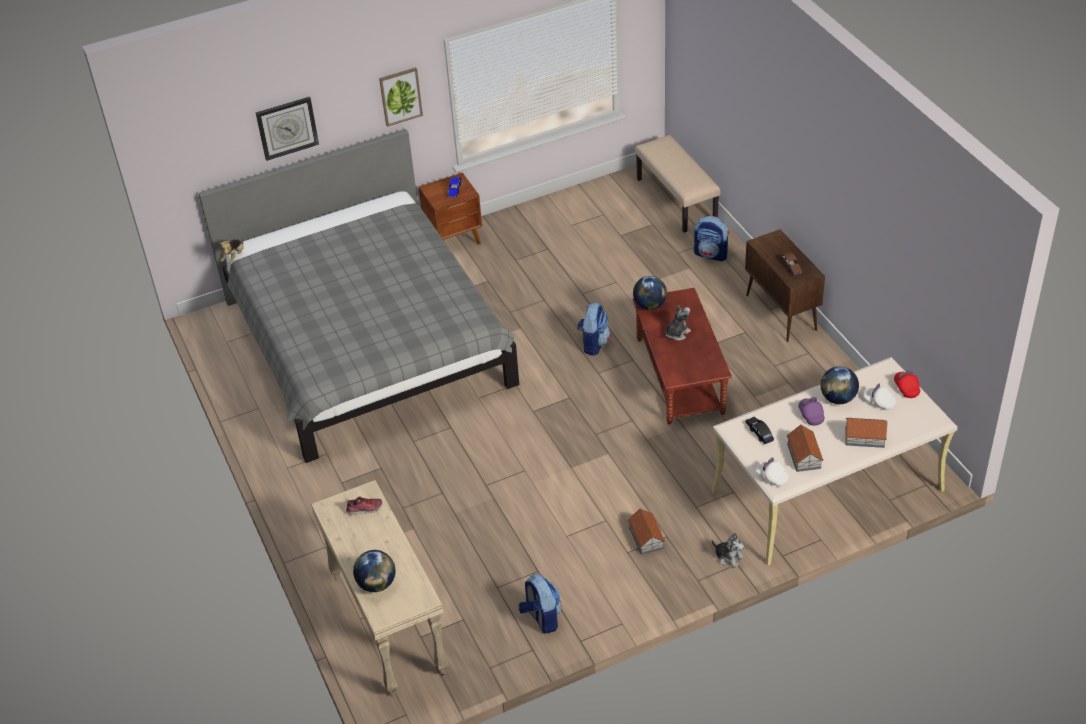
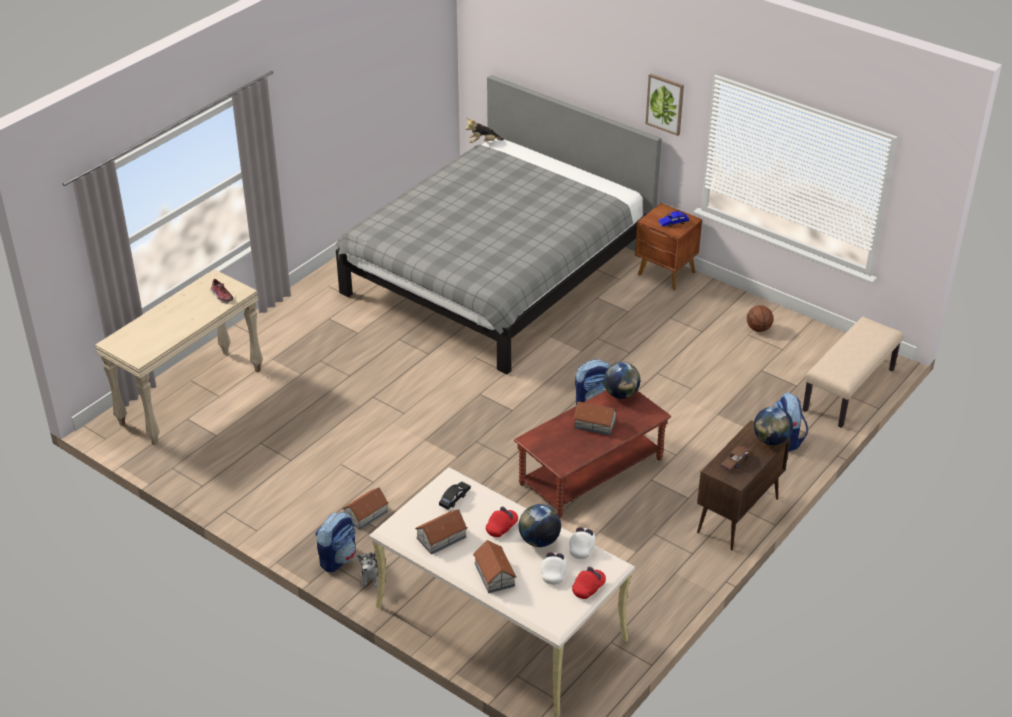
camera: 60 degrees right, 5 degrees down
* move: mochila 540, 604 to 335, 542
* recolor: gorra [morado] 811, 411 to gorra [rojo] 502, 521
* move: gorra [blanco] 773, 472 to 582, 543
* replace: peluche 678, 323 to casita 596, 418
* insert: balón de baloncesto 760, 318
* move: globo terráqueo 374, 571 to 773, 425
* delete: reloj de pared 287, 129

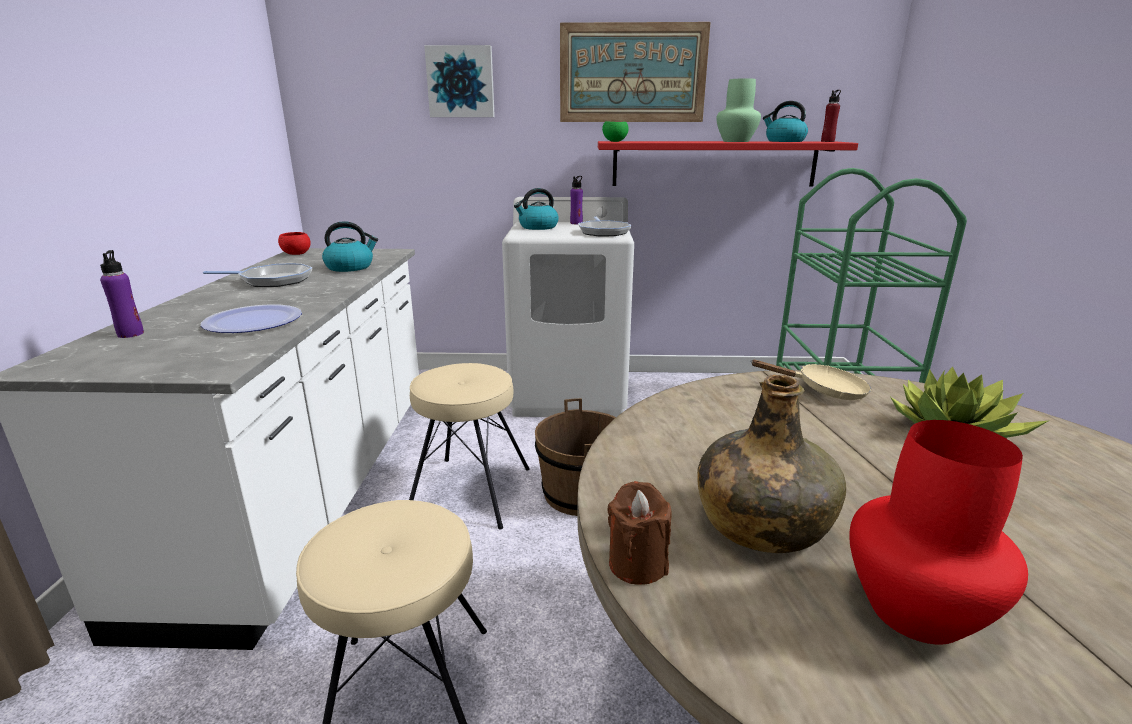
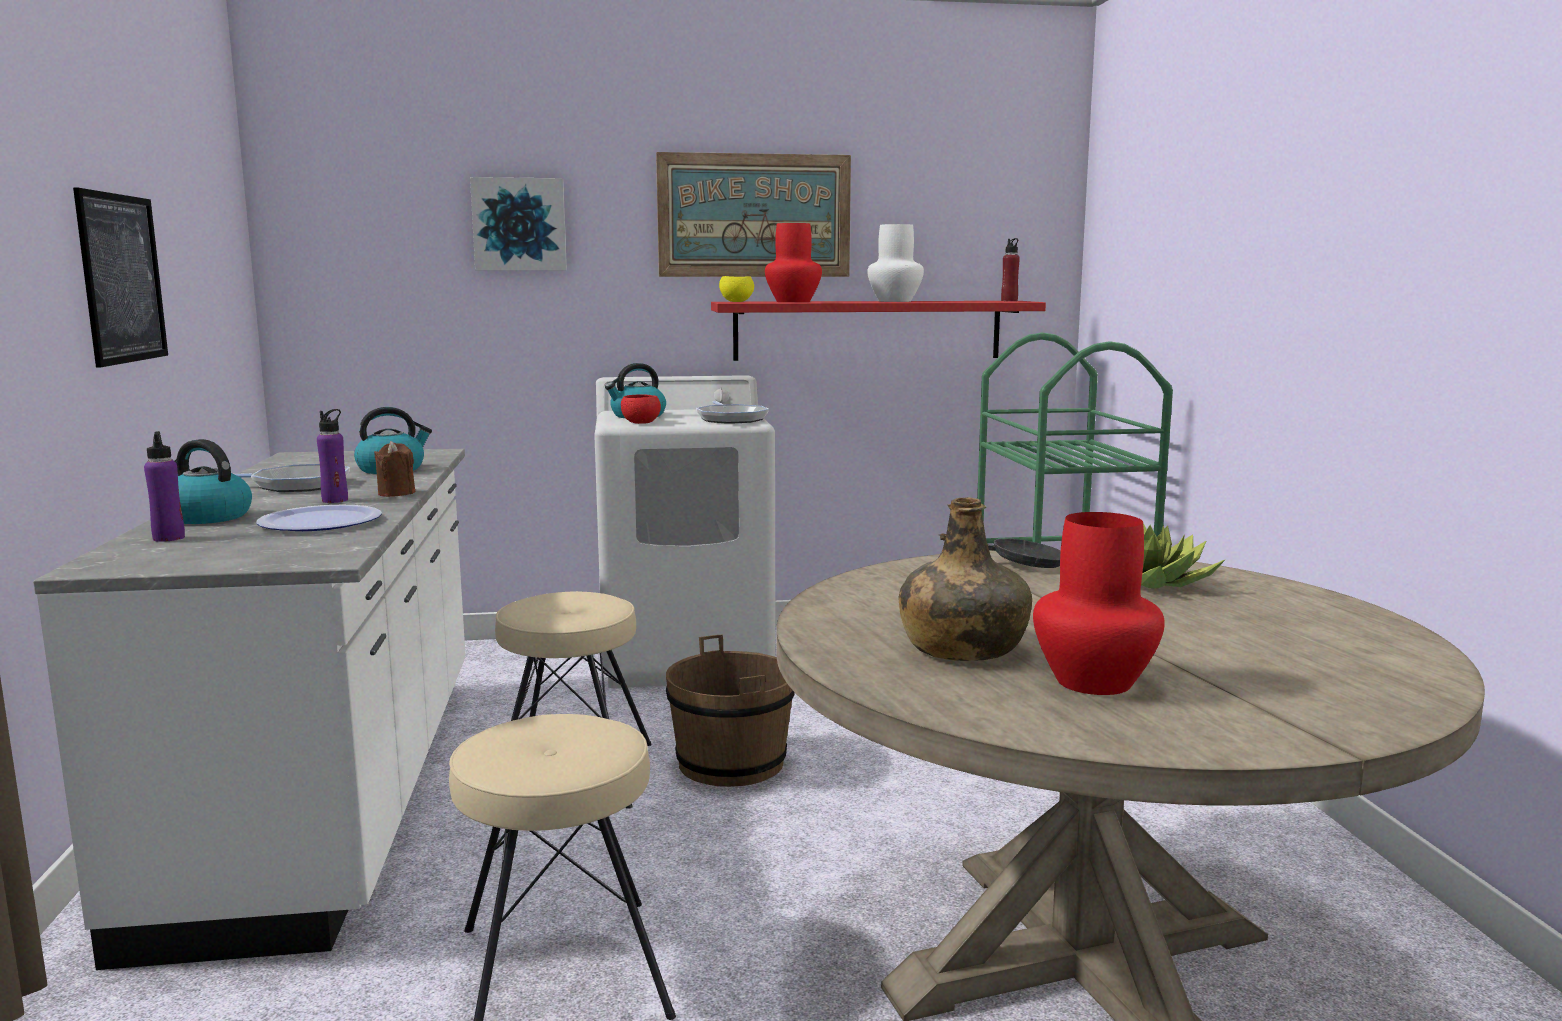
camera: 10 degrees left, 10 degrees down
* insert: cuadro 120, 277
* move: hervidor 785, 121 to 213, 481
* move: botella [morado] 576, 200 to 332, 456
* move: vela [marrón] 640, 533 to 394, 469
* move: cuenco [rojo] 294, 243 to 641, 409
* recolor: cuenco [verde] 615, 131 to cuenco [amarillo] 736, 289
* insert: florero [rojo] 793, 262
* recolor: florero [verde] 738, 110 to florero [blanco] 895, 263
* recolor: sartén [beis] 810, 380 to sartén [negro] 999, 551

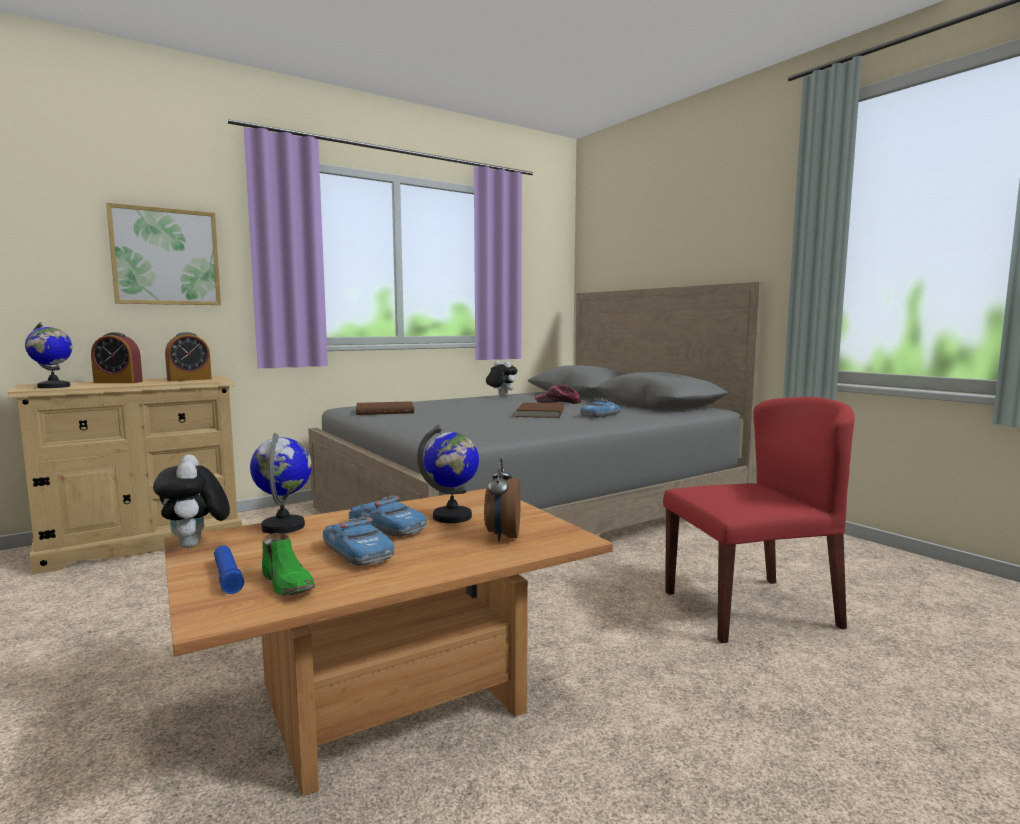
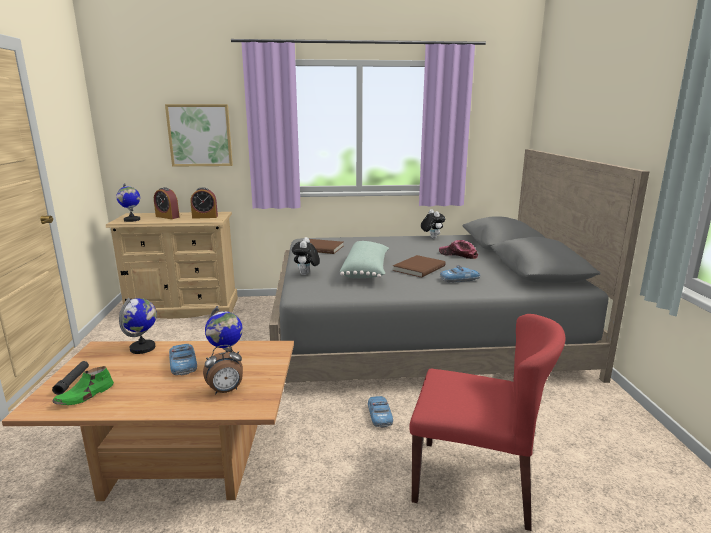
camera: 30 degrees right, 10 degrees up
* recolor: linterna [azul] 229, 570 to linterna [negro] 70, 378
* rotate: zapato [verde] 288, 564 = 83, 385 45 degrees clockwise
* rotate: despertador 502, 499 = 223, 369 150 degrees counterclockwise
* move: peluche 191, 501 to 306, 256
* insert: cojín [verde] 364, 259
* move: coche de juguete 358, 541 to 380, 412

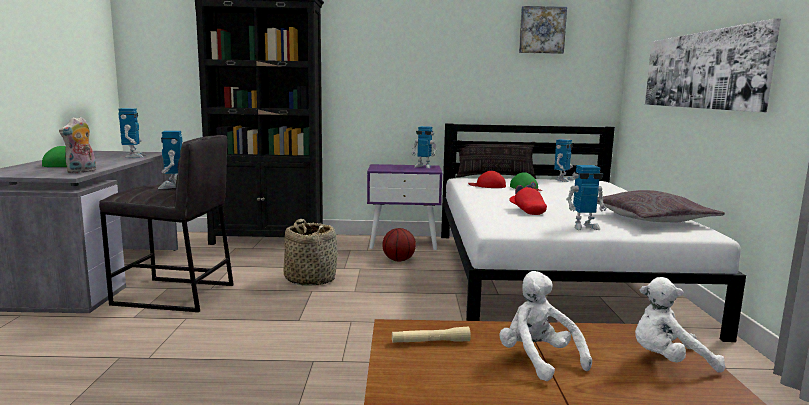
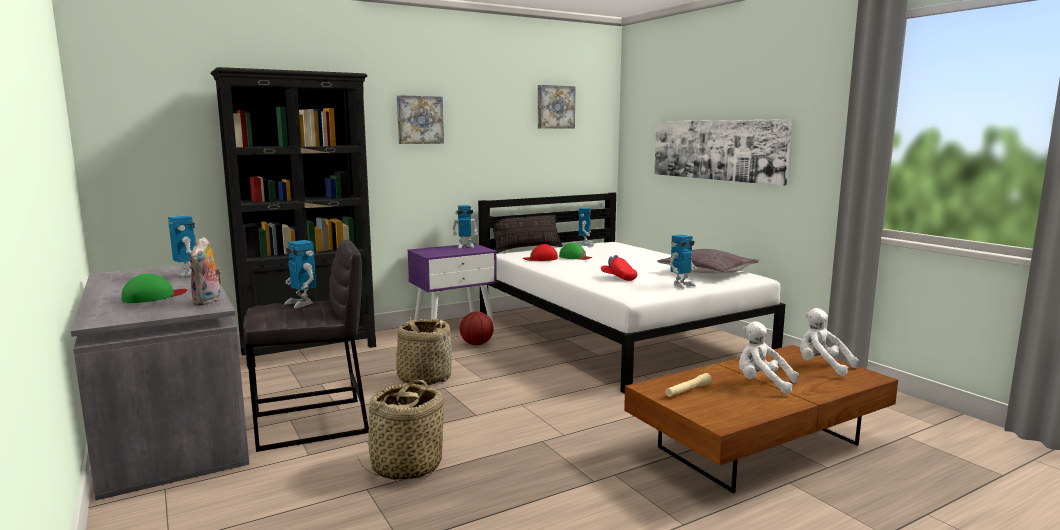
camera: 30 degrees left, 0 degrees up
* insert: cesta 400, 430
* insert: cuadro 420, 119
* rotate: peluche [blanco] 680, 325 = 829, 342 75 degrees clockwise

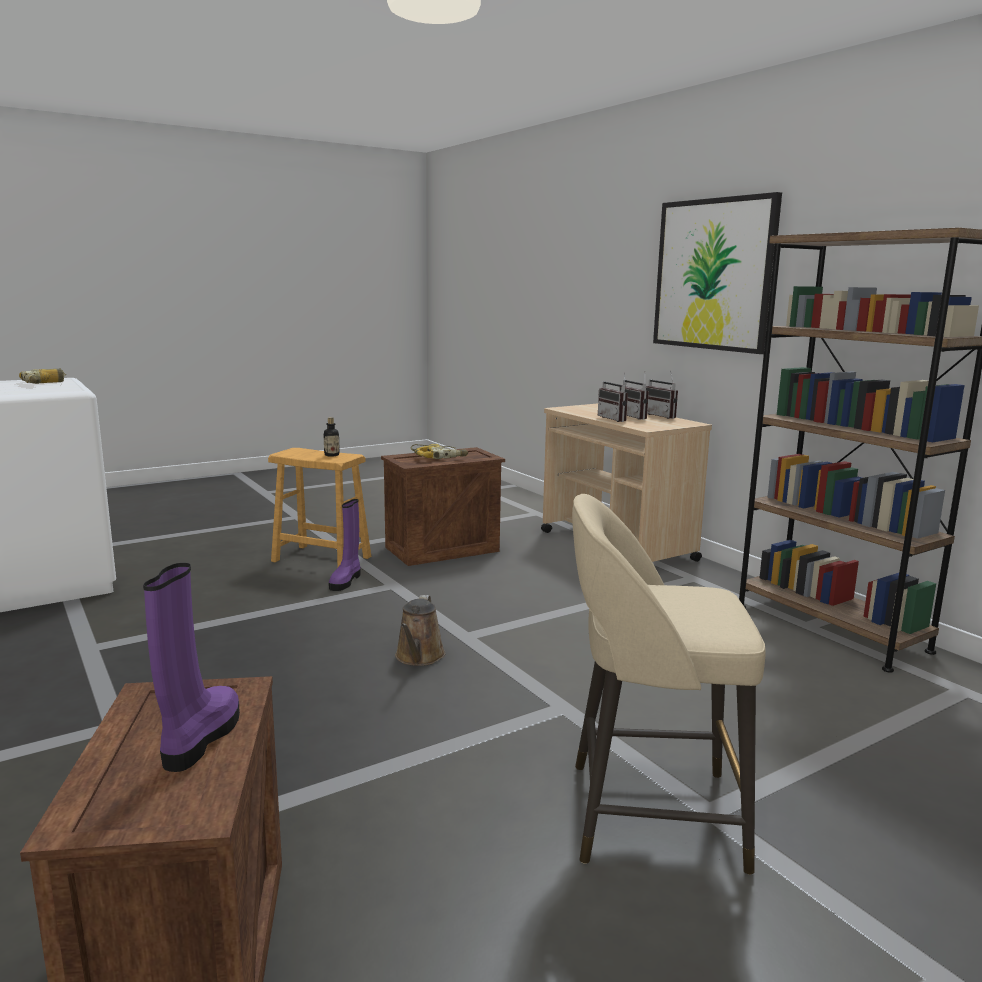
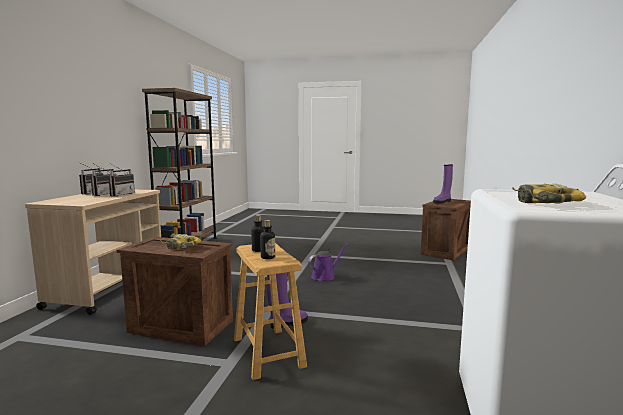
camera: 135 degrees left, 5 degrees down
* insert: botella 267, 239
* recolor: regadera [marrón] 420, 630 to regadera [morado] 328, 262
* delete: taburete [beis] 669, 684
* delete: cuadro 717, 273

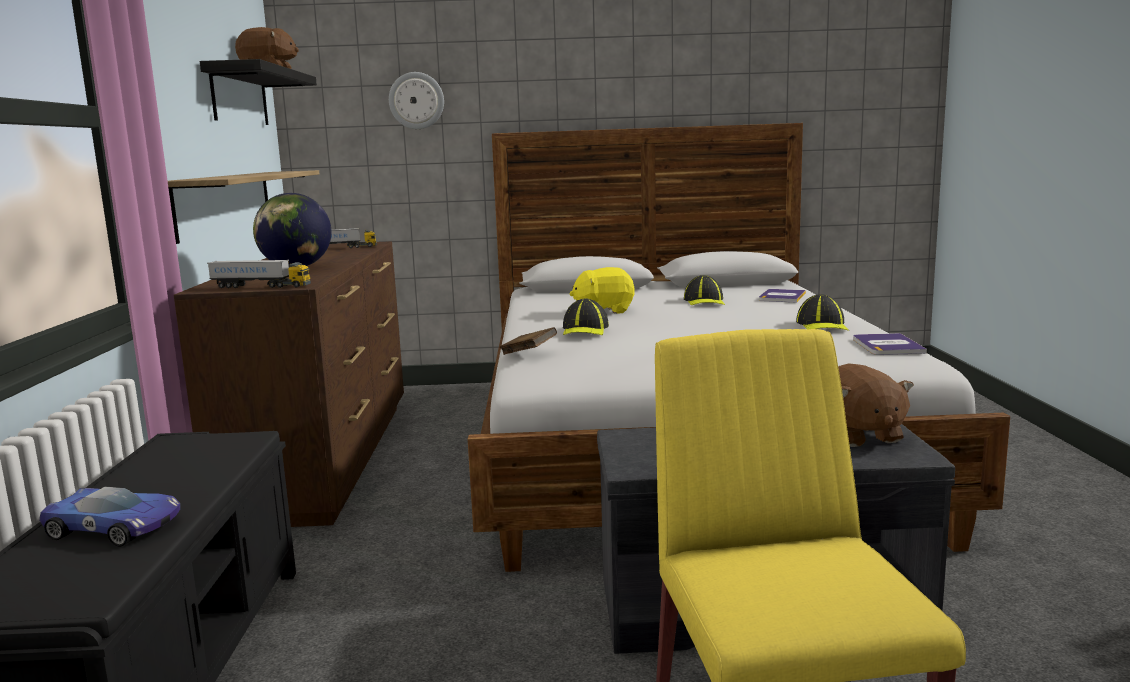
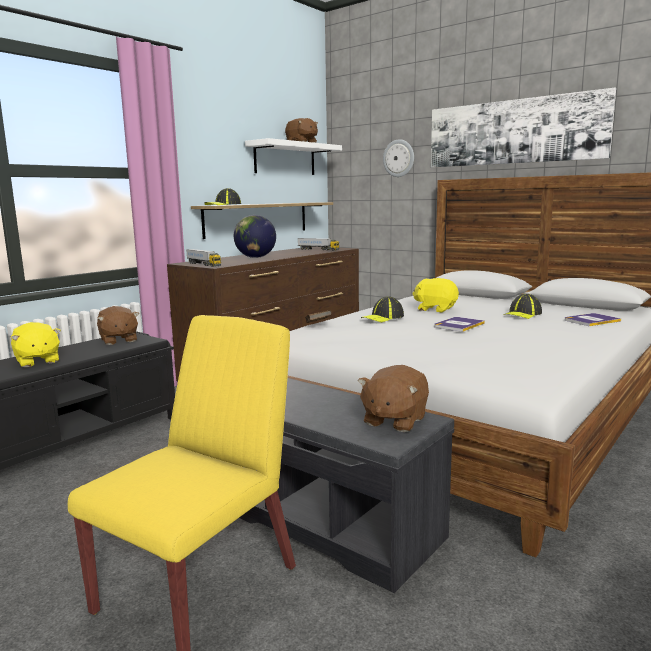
camera: 40 degrees right, 0 degrees up
* replace: coche de juguete 109, 516 to peluche [amarillo] 35, 344
* insert: peluche [marrón] 118, 325
* move: gorra 822, 312 to 222, 196
* recolor: estante [negro] 258, 92 to estante [blanco] 293, 156
* insert: cuadro 523, 128
* move: libro 890, 344 to 459, 324

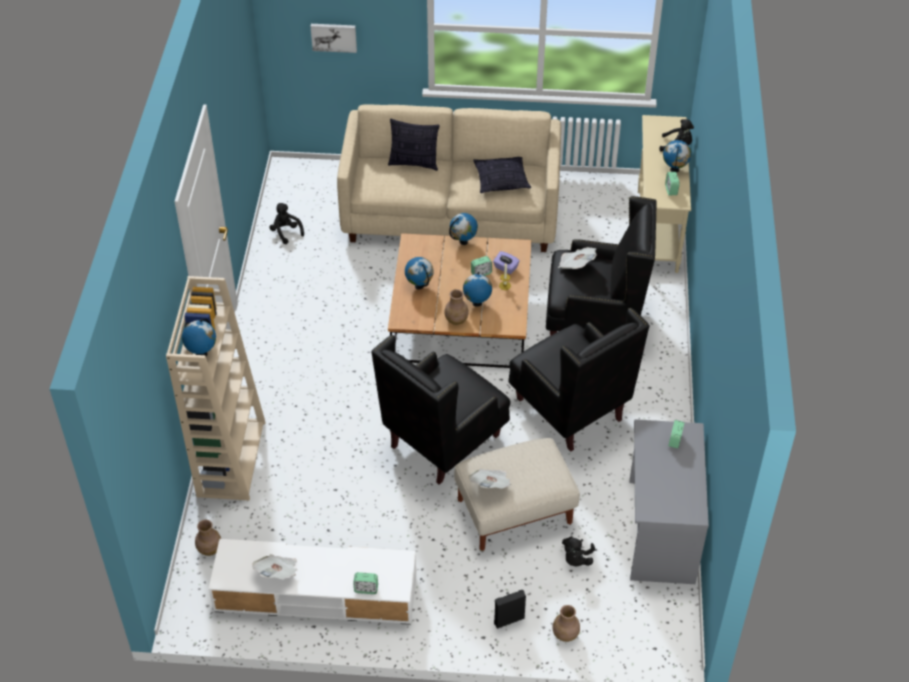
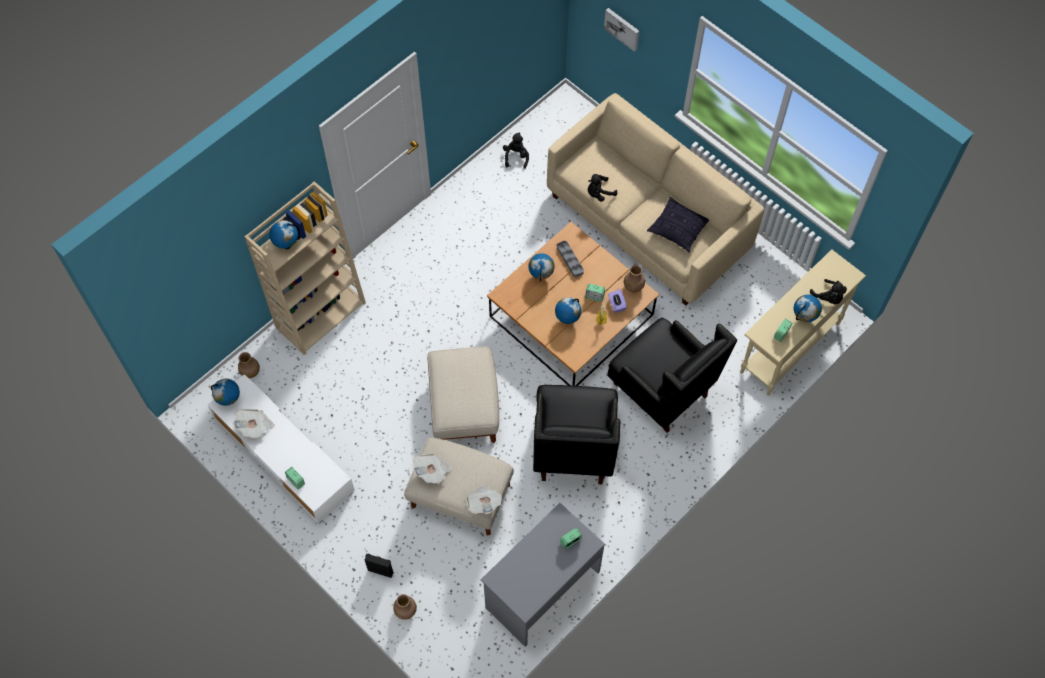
camera: 40 degrees right, 15 degrees up
* move: globo terráqueo 463, 229 to 225, 392
* replace: sillón [negro] 440, 410 to puf [beis] 463, 394
* move: periódico 577, 258 to 484, 499
* insert: bandeja [gris] 570, 259
* move: peluche [negro] 578, 551 to 602, 188
* move: florero [marrón] 456, 307 to 634, 278
* delete: cojín 414, 145

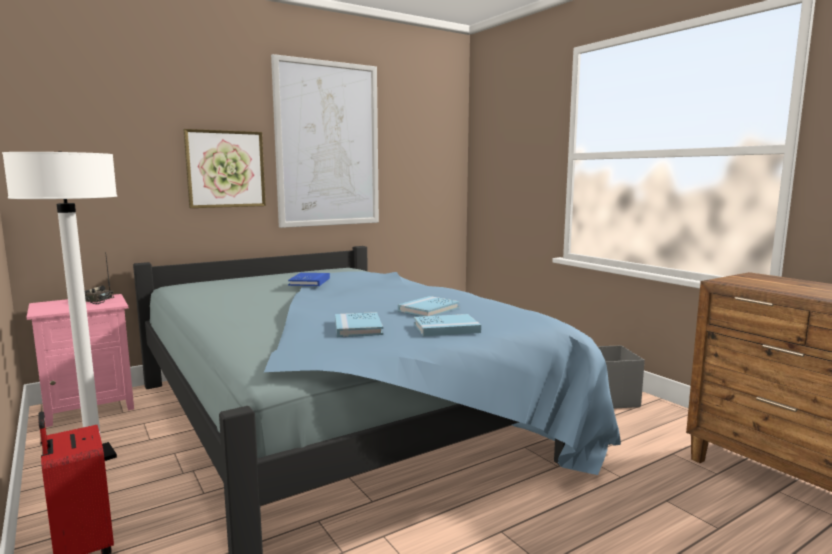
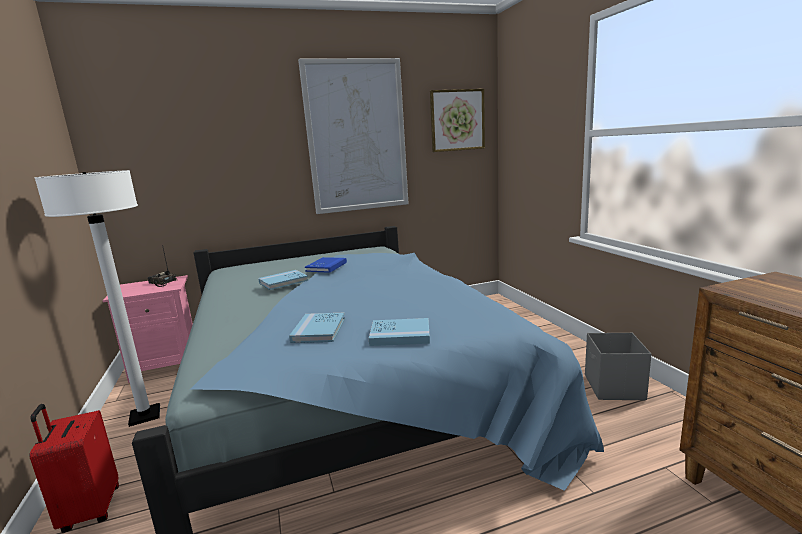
camera: 15 degrees right, 5 degrees up
* move: libro [azul] 429, 306 to 283, 280
* move: cuadro 224, 168 to 457, 120

